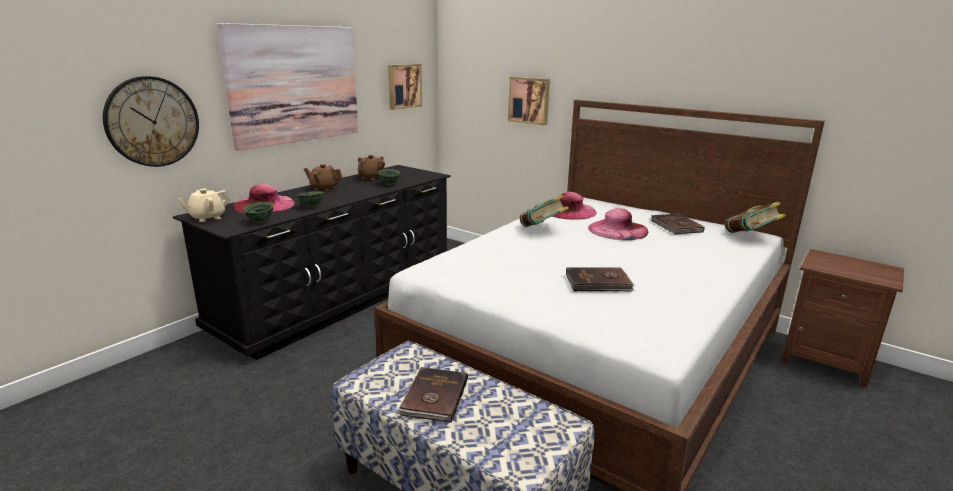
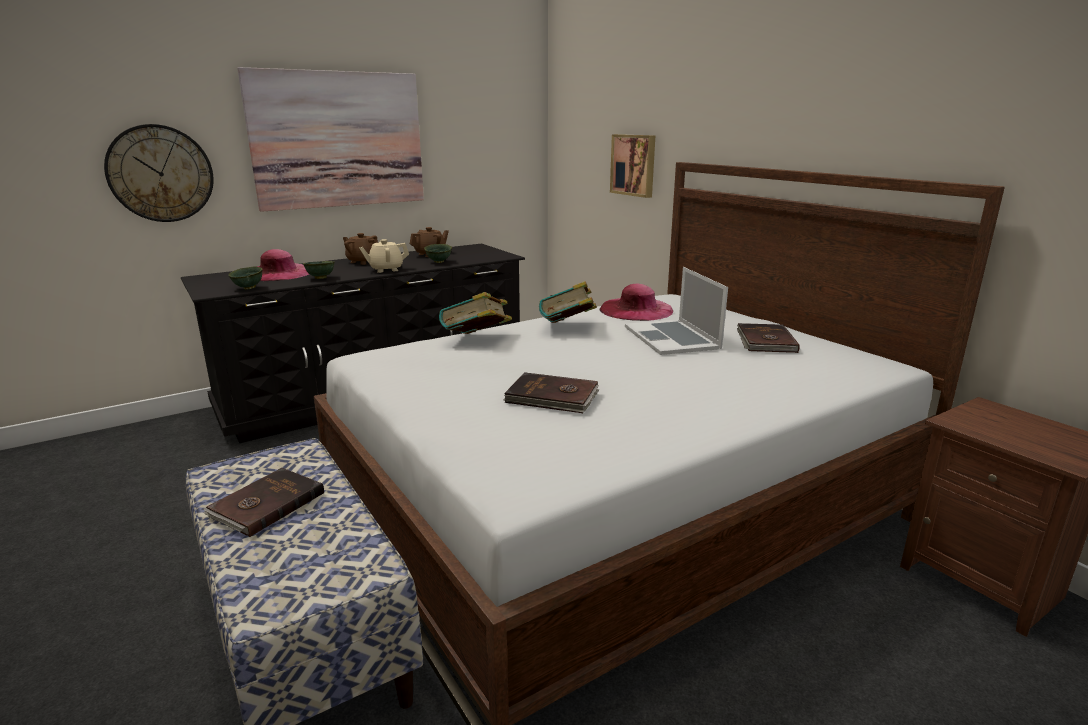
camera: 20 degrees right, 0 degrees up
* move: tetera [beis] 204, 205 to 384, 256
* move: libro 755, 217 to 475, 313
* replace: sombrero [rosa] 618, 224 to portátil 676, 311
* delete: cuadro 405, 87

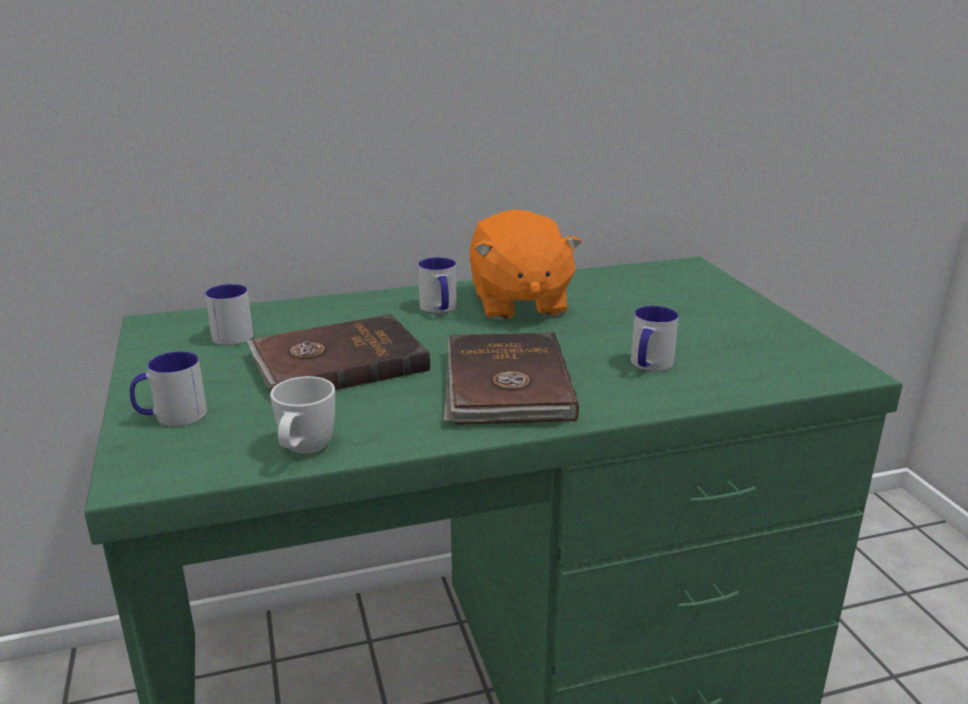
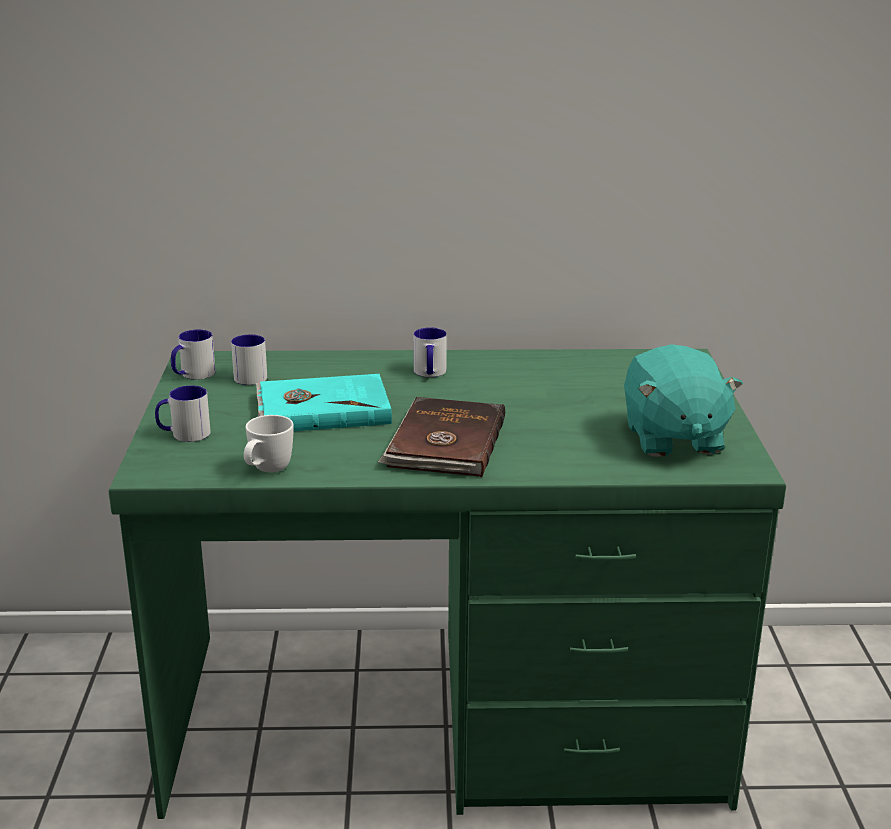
camera: 15 degrees right, 0 degrees up
* move: taza grande 655, 338 to 193, 354
* recolor: libro [marrón] 338, 352 to libro [turquesa] 324, 402
* insert: peluche [turquesa] 683, 400
* delete: peluche [naranja] 525, 264

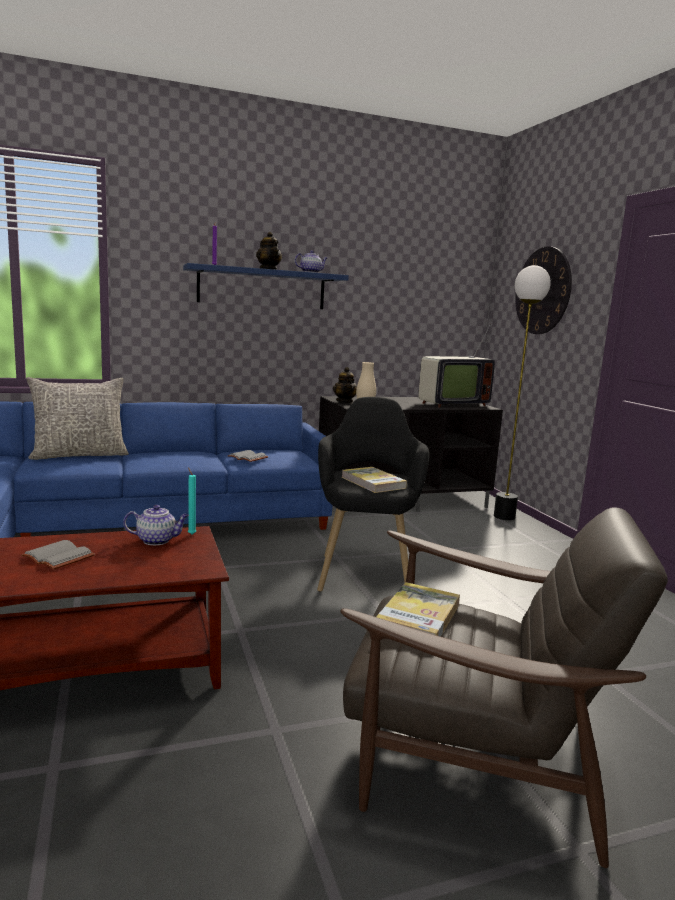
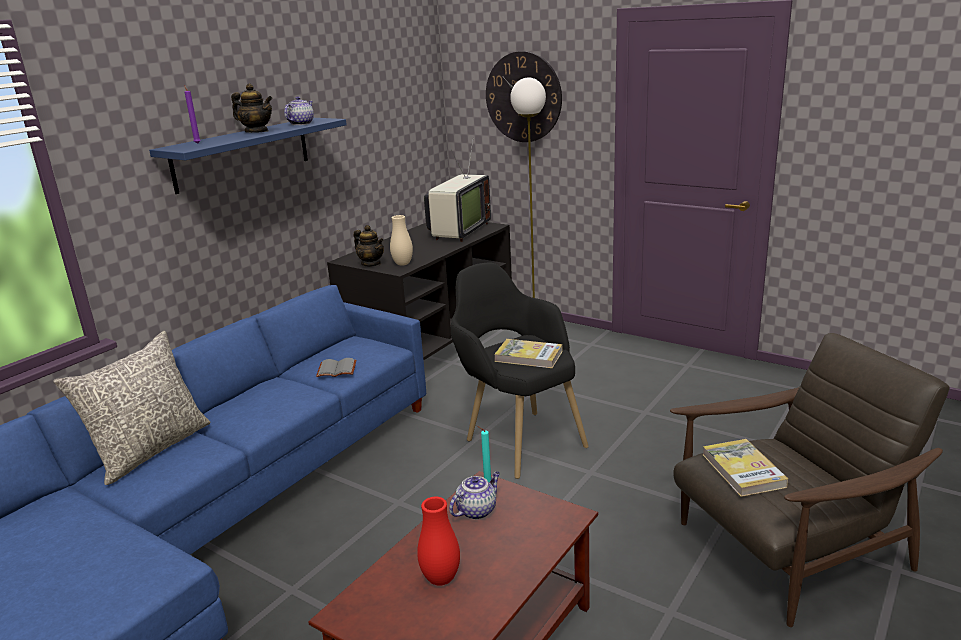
camera: 35 degrees left, 10 degrees up
* replace: libro [gris] 58, 555 to florero [rojo] 438, 541

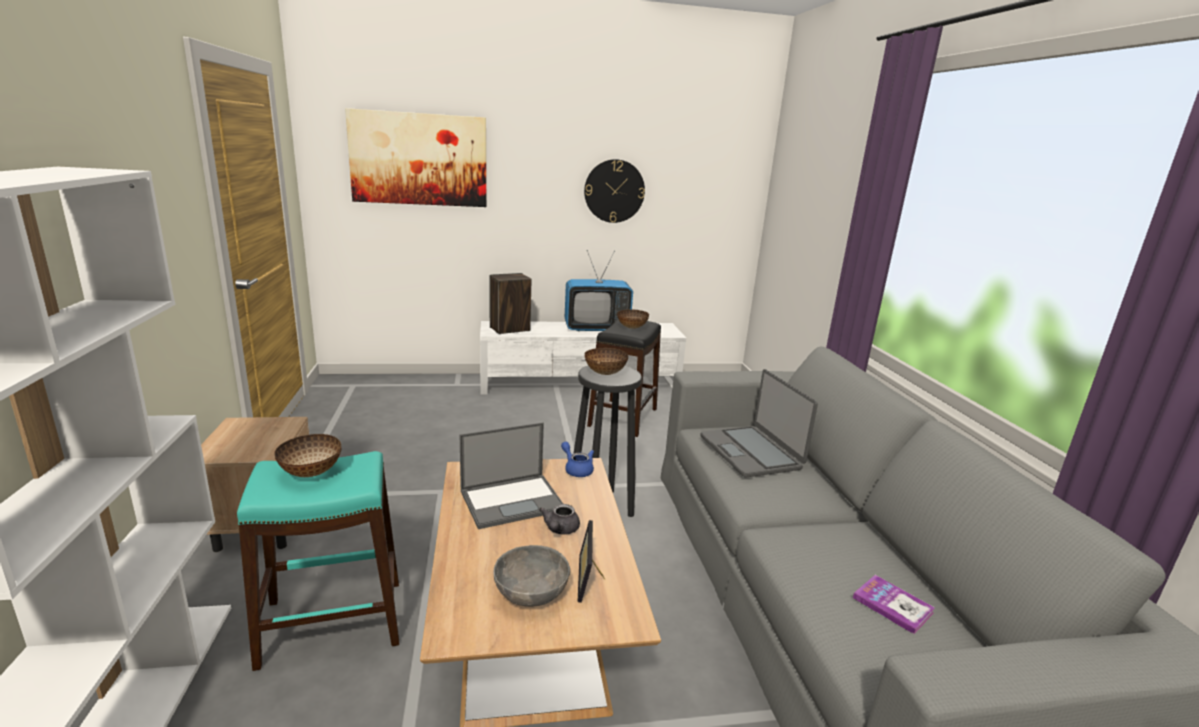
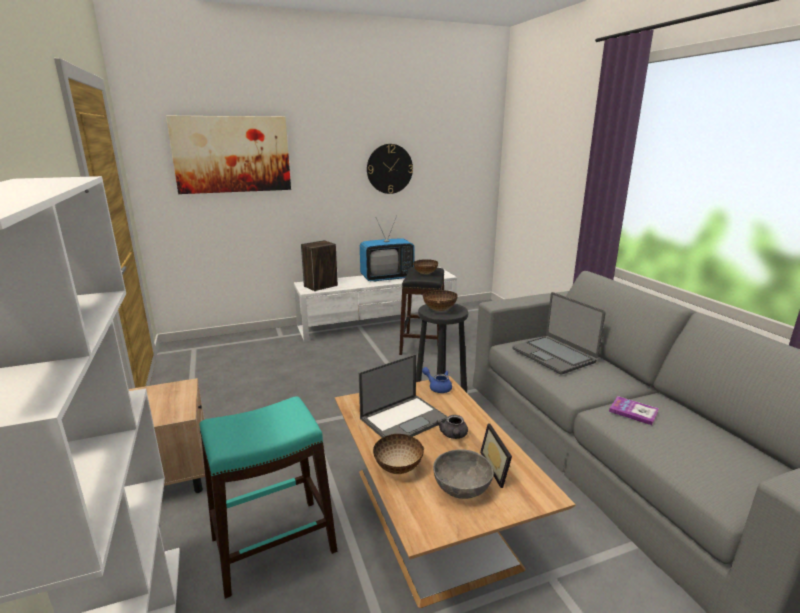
camera: 10 degrees left, 0 degrees up
* move: cuenco 308, 455 to 398, 454
* move: libro 894, 604 to 634, 410

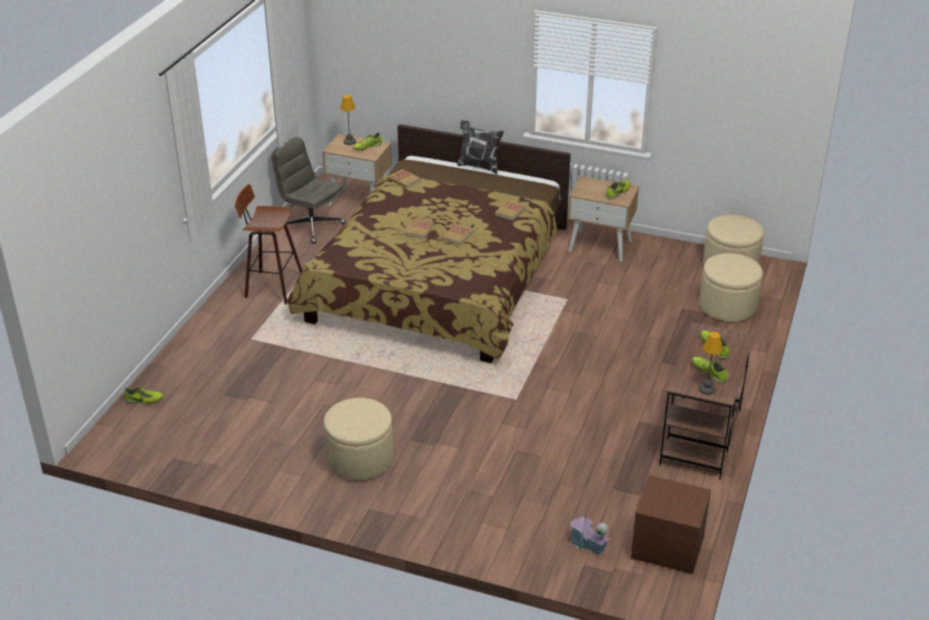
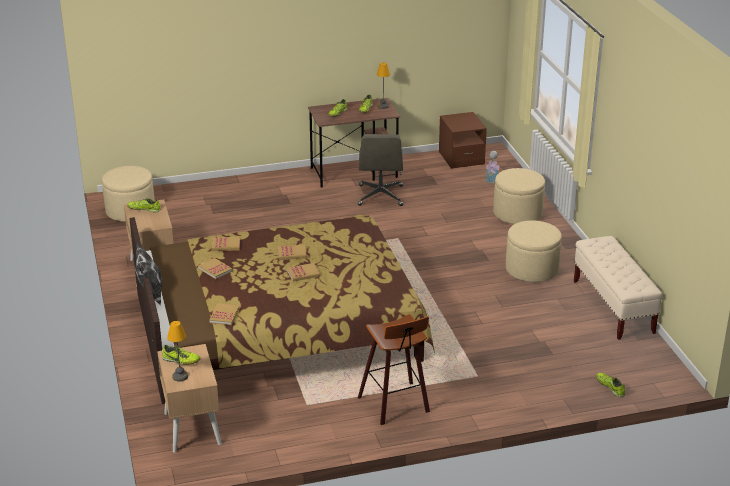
camera: 125 degrees left, 5 degrees down
* insert: libro 215, 268
* move: silla de oficina [gris] 309, 190 to 380, 170
* move: puf [beis] 731, 287 to 519, 196
* insert: banco [beis] 618, 288

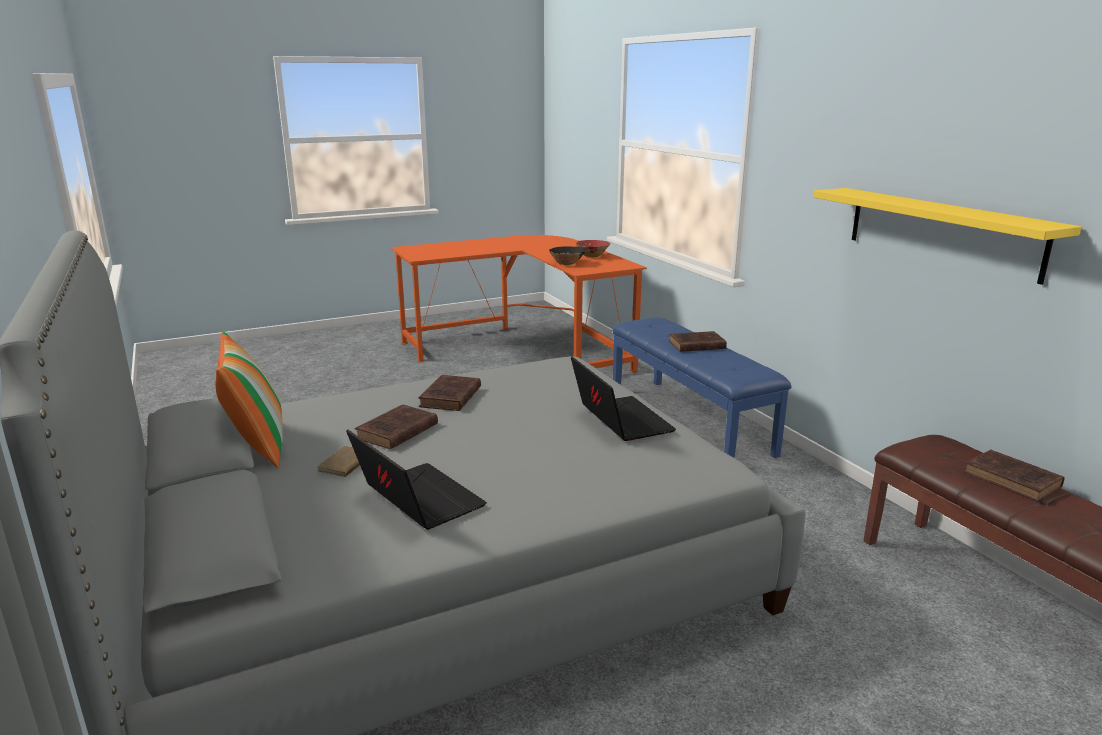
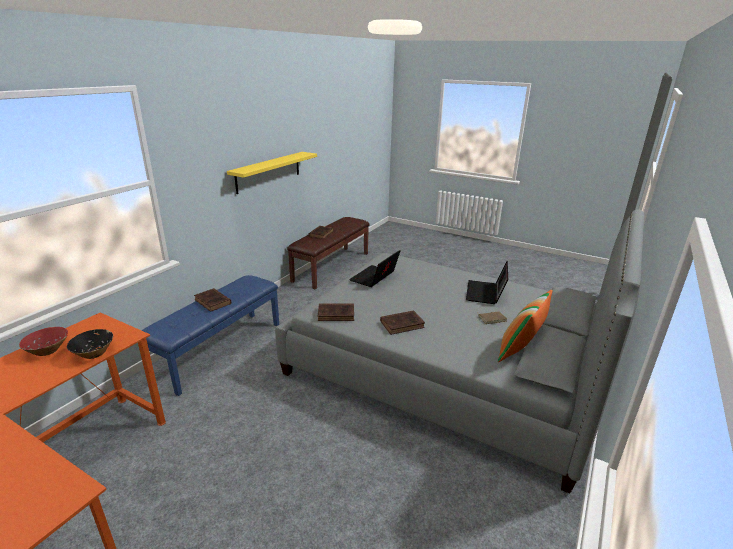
camera: 125 degrees left, 5 degrees up
* move: libro [marrón] 396, 426 to 336, 312

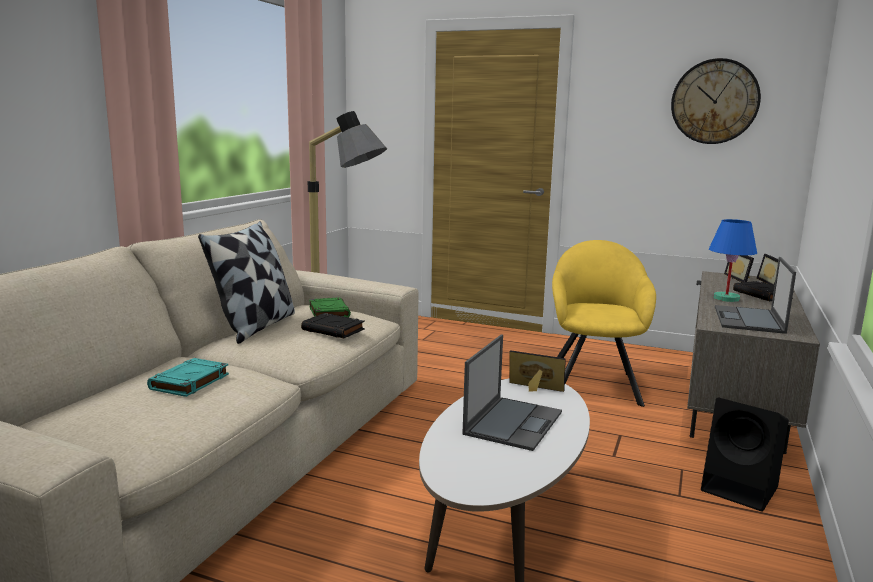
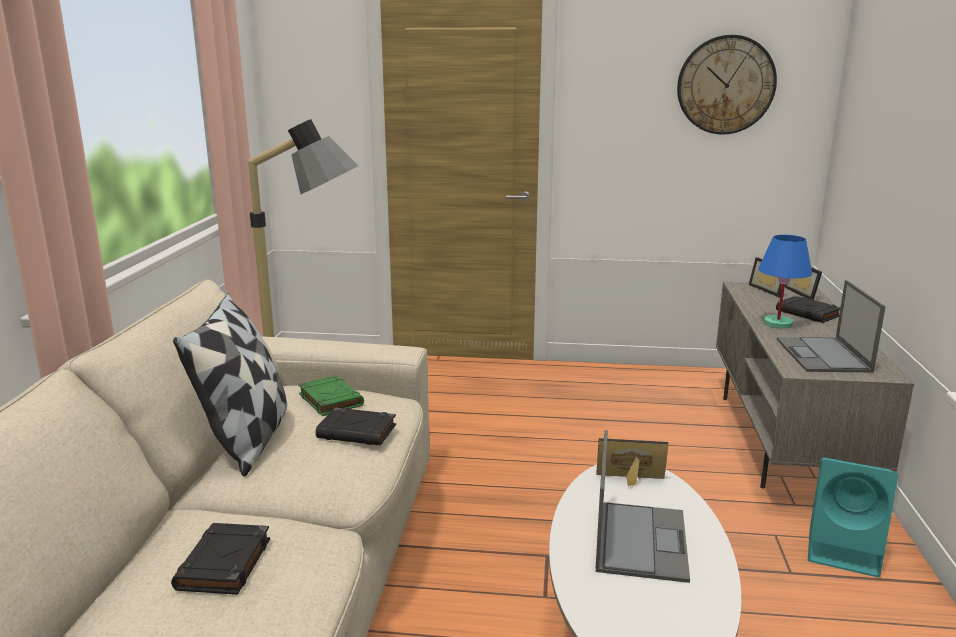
camera: 15 degrees left, 5 degrees up
* recolor: libro [turquesa] 188, 377 to libro [negro] 220, 559
* recolor: altavoz [negro] 745, 454 to altavoz [turquesa] 853, 517
* delete: sillón [amarillo] 604, 323

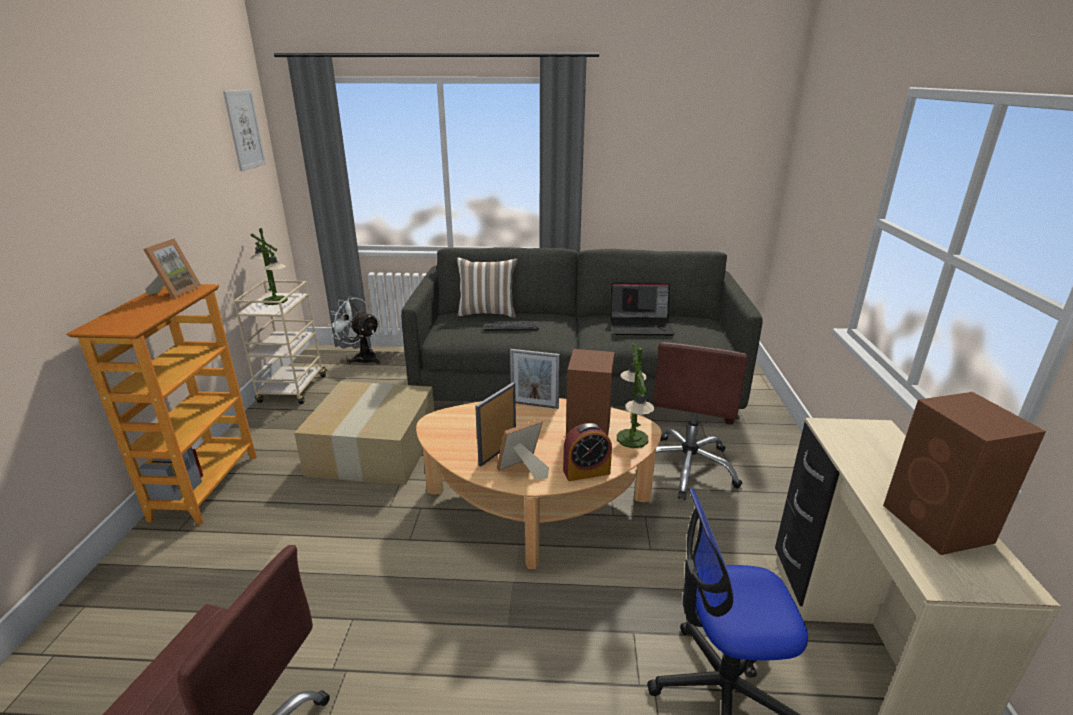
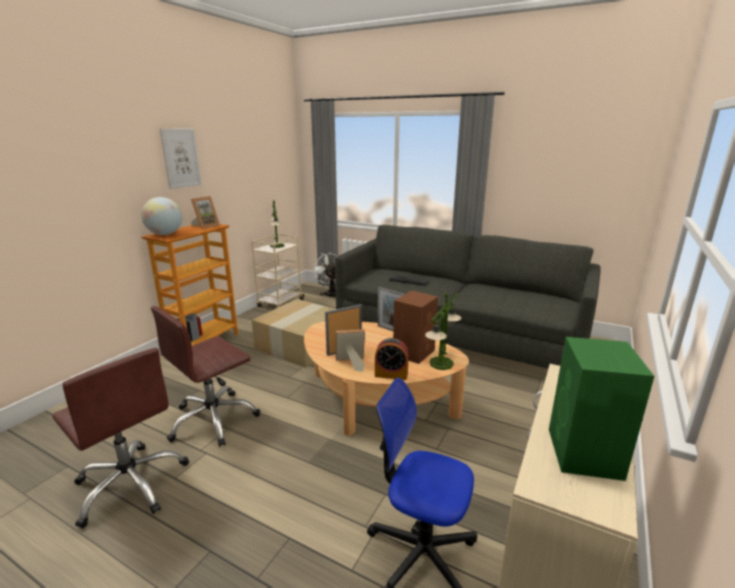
camera: 25 degrees right, 5 degrees down
* insert: globo terráqueo 161, 216
* move: silla de oficina [marrón] 700, 421 to 205, 376
* move: cuadro 244, 130 to 181, 159
* recolor: altavoz [marrón] 964, 473 to altavoz [verde] 601, 409
* delete: cojín 487, 287
* delete: portátil 642, 309

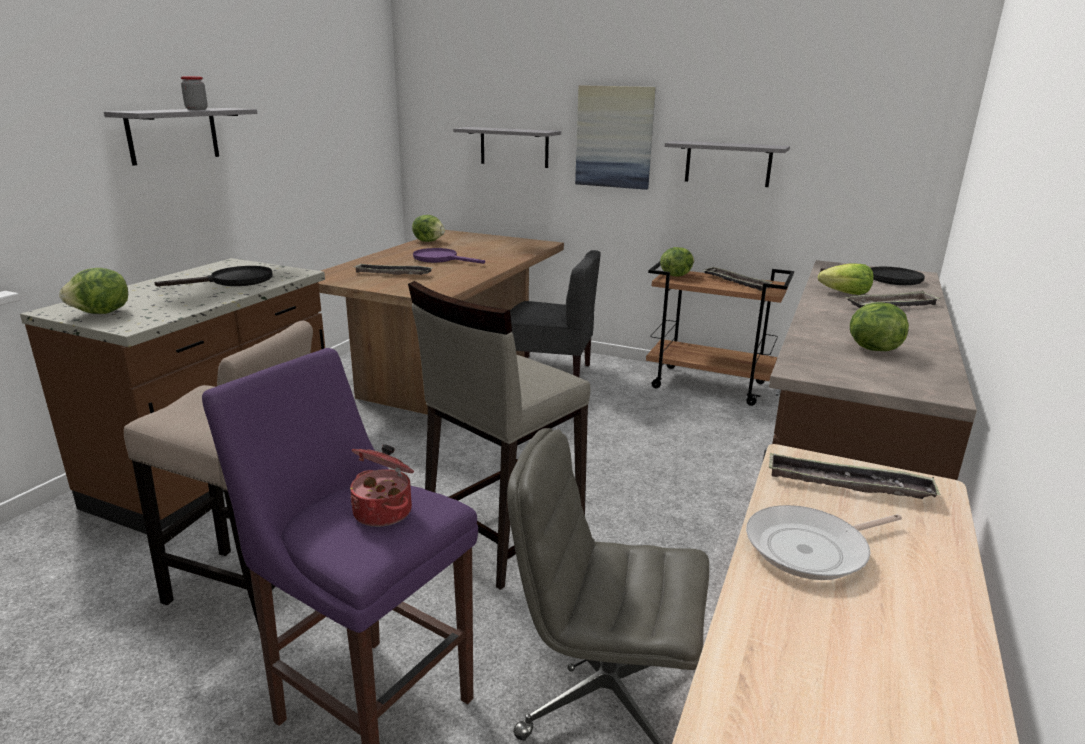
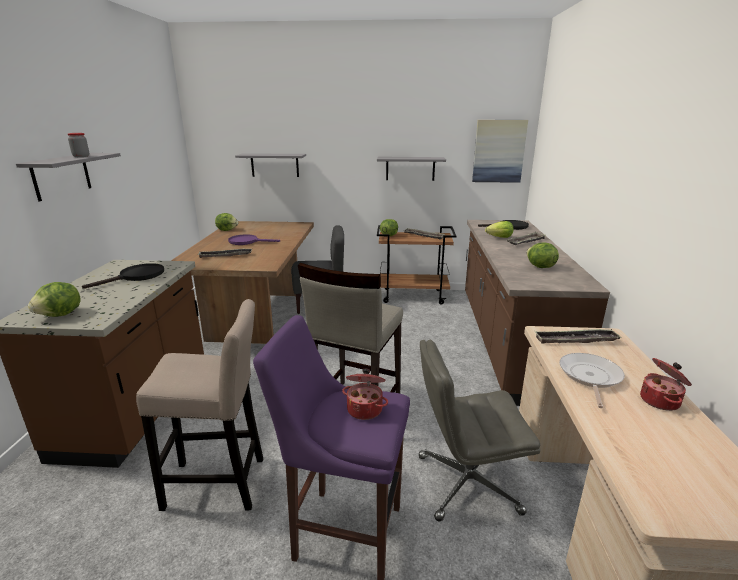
camera: 20 degrees left, 0 degrees up
* move: cuadro 615, 137 to 500, 151
* rotate: sartén 824, 542 = 592, 380 150 degrees clockwise
* insert: olla 666, 384

